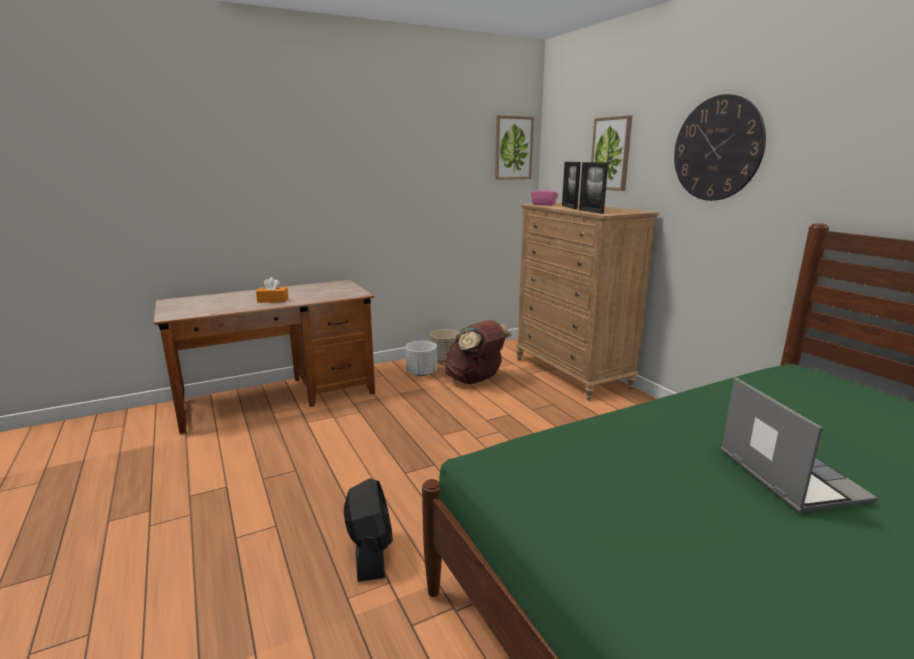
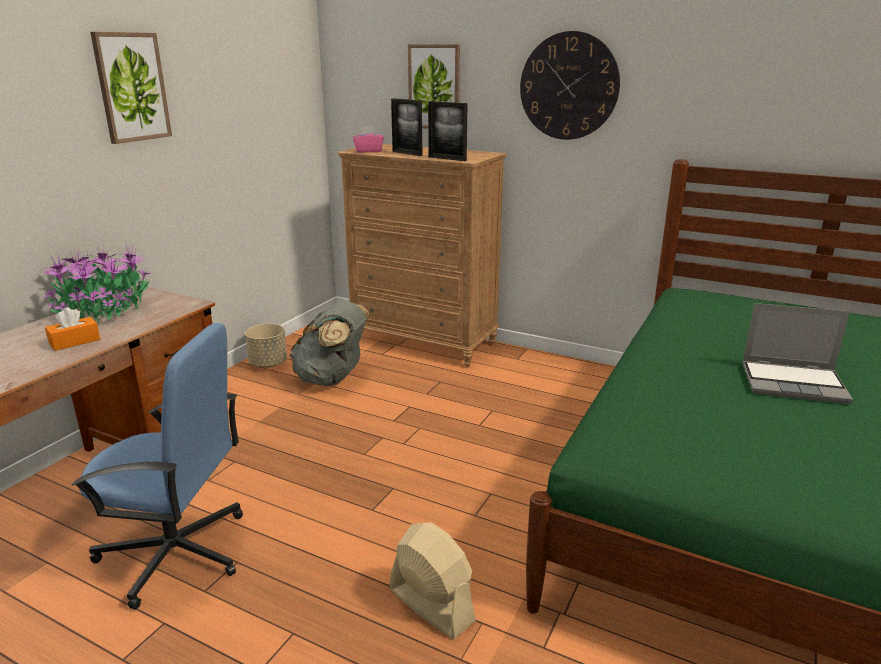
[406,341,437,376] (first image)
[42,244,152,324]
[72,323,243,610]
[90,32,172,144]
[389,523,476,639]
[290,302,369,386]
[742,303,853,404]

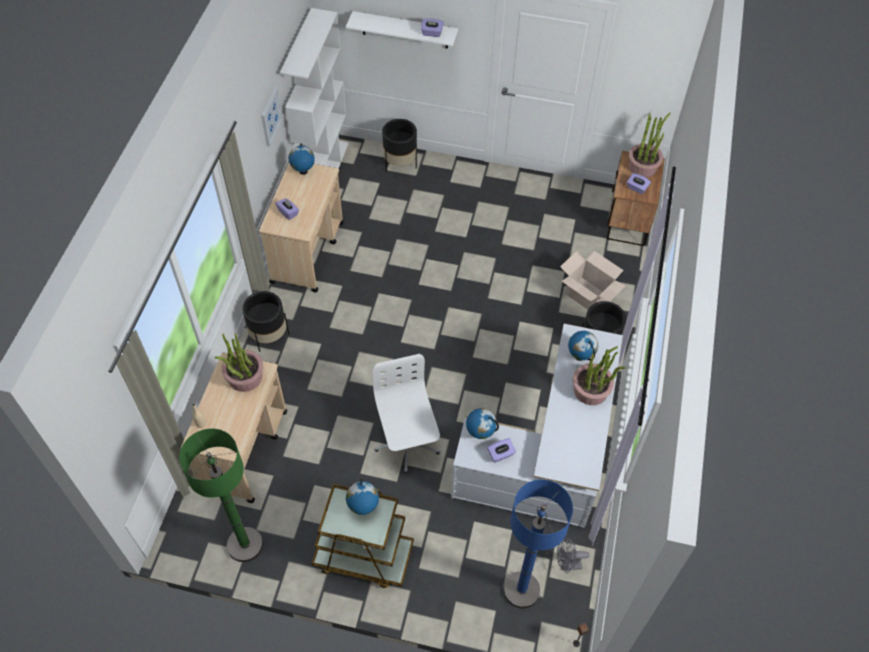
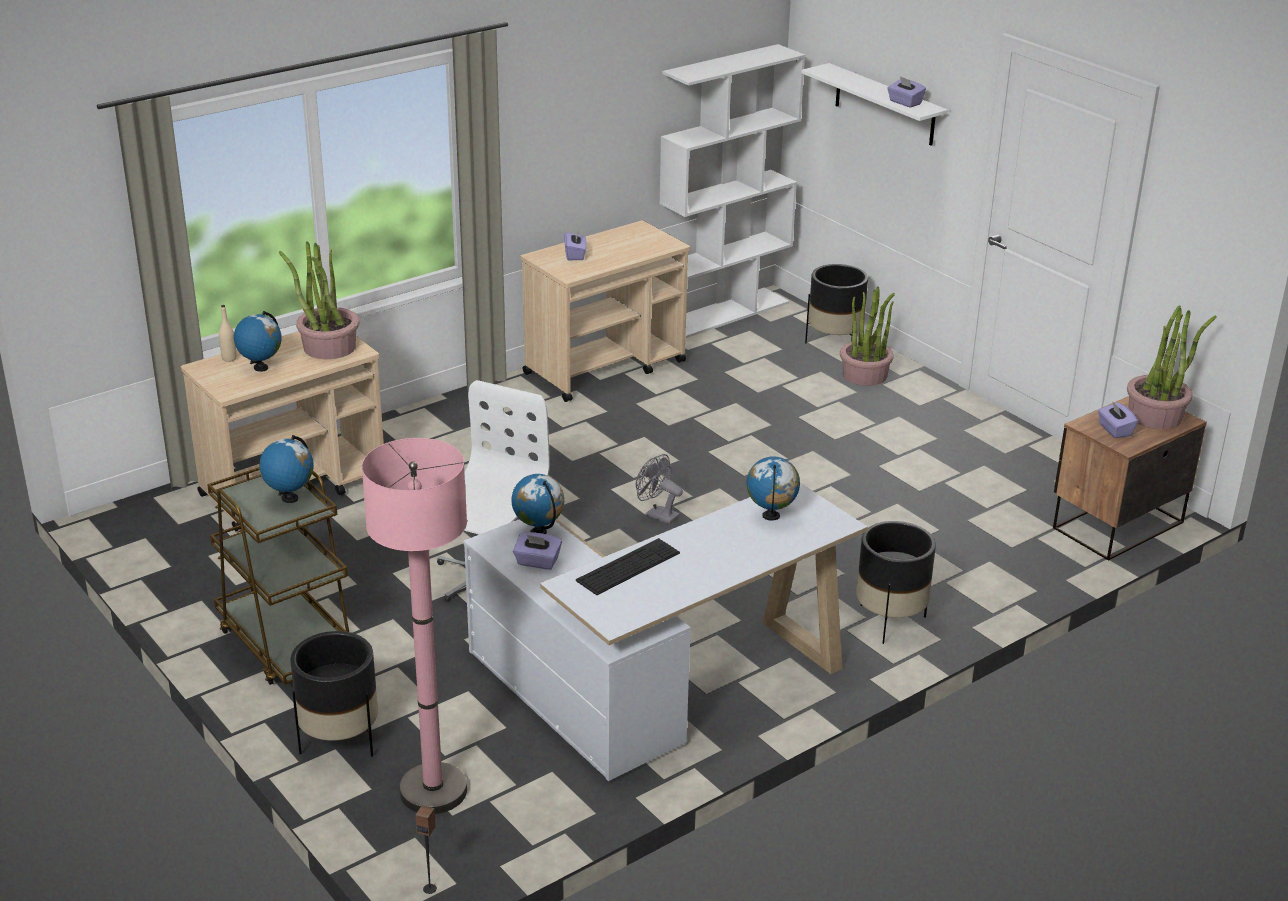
[179,429,263,562] (first image)
[261,87,283,146] (first image)
[560,251,625,309] (first image)
[576,538,680,595]
[290,631,378,757]
[234,311,282,372]
[636,454,683,525]
[840,287,895,386]
[362,438,467,814]

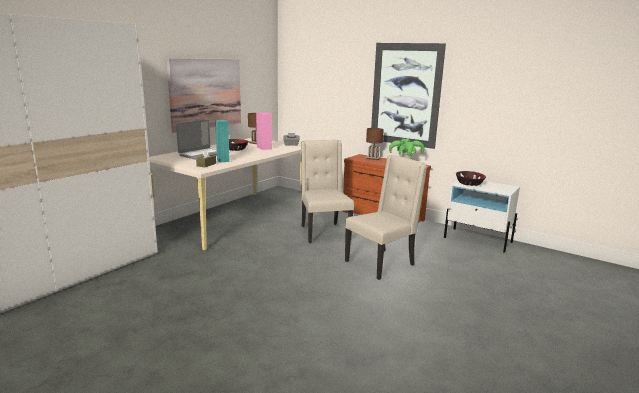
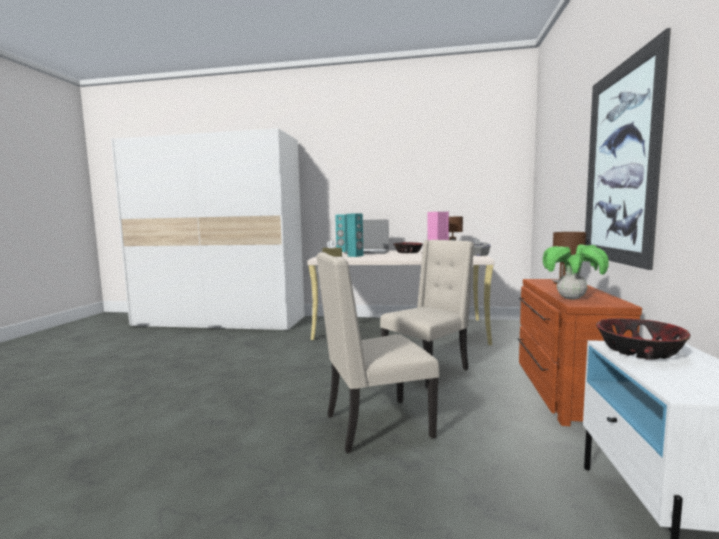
[167,58,241,133] (first image)
[335,214,348,252]
[316,252,439,453]

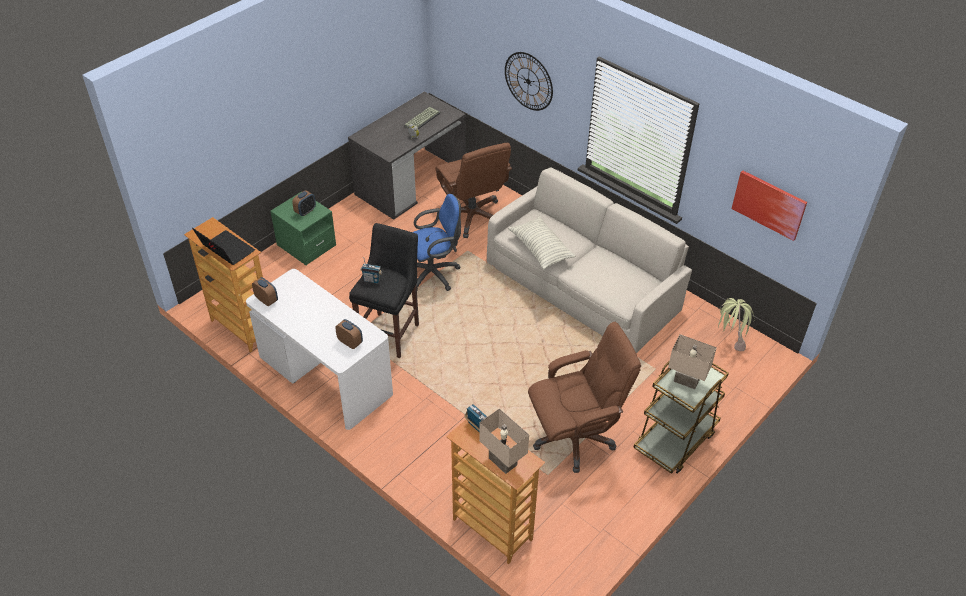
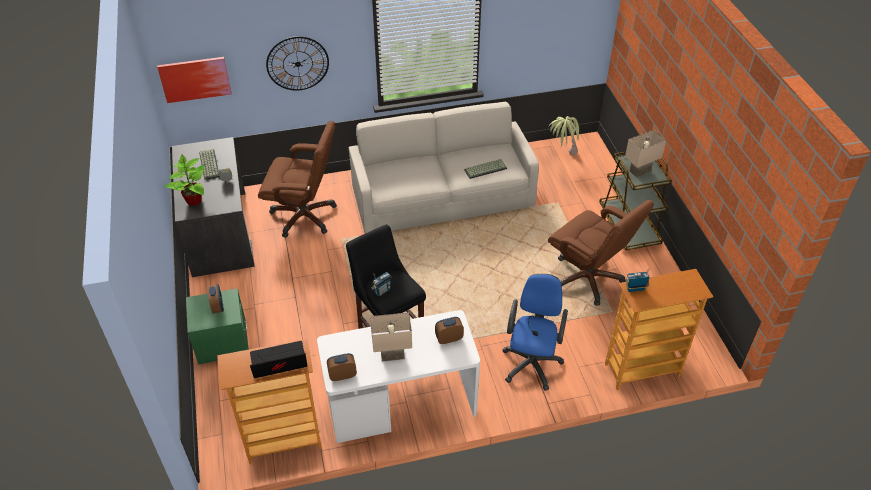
[509,216,576,270] (first image)
[164,154,205,206]
[464,159,507,179]
[503,274,568,391]
[370,312,412,362]
[157,57,232,103]
[548,200,654,306]

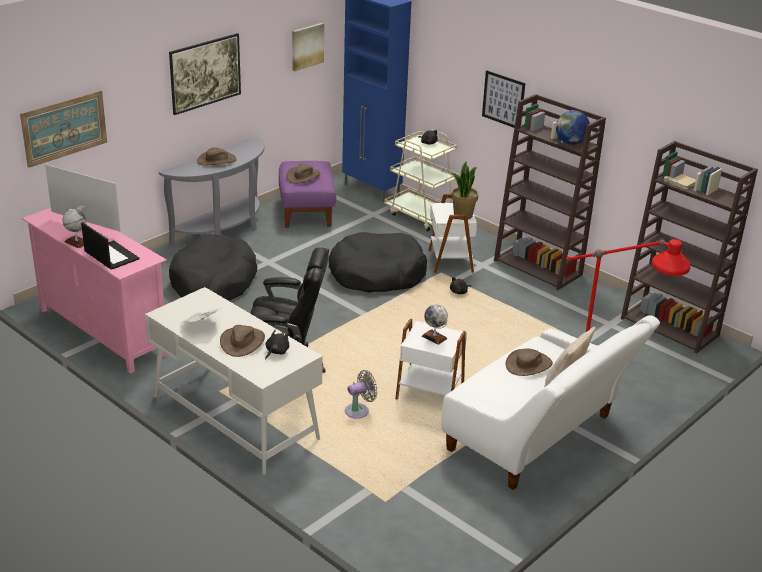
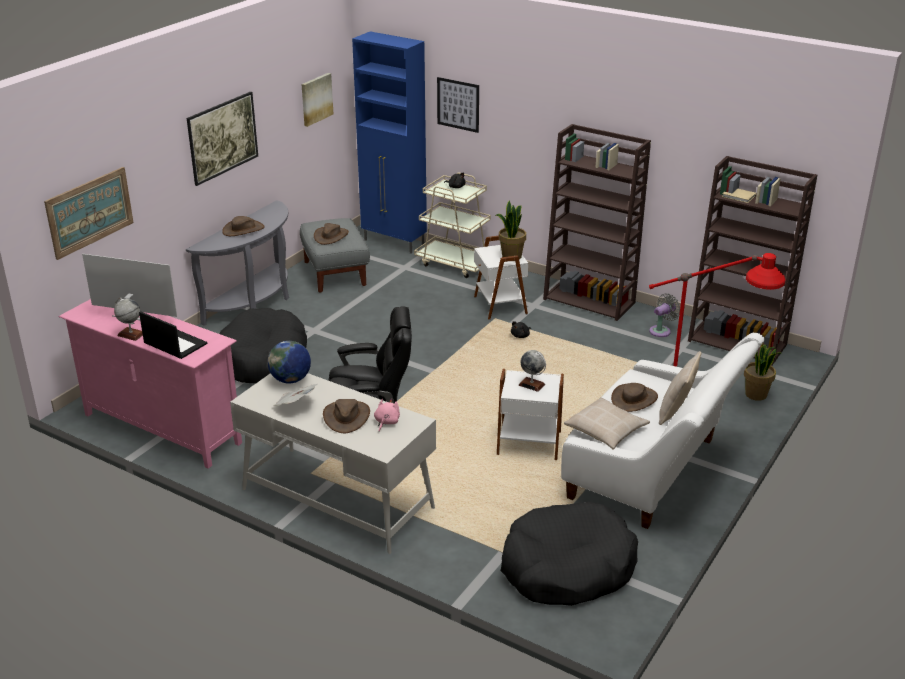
[564,397,650,449]
[744,344,781,401]
[501,502,638,606]
[649,294,680,337]
[437,77,479,133]
[267,341,311,383]
[374,398,400,432]
[300,218,370,293]

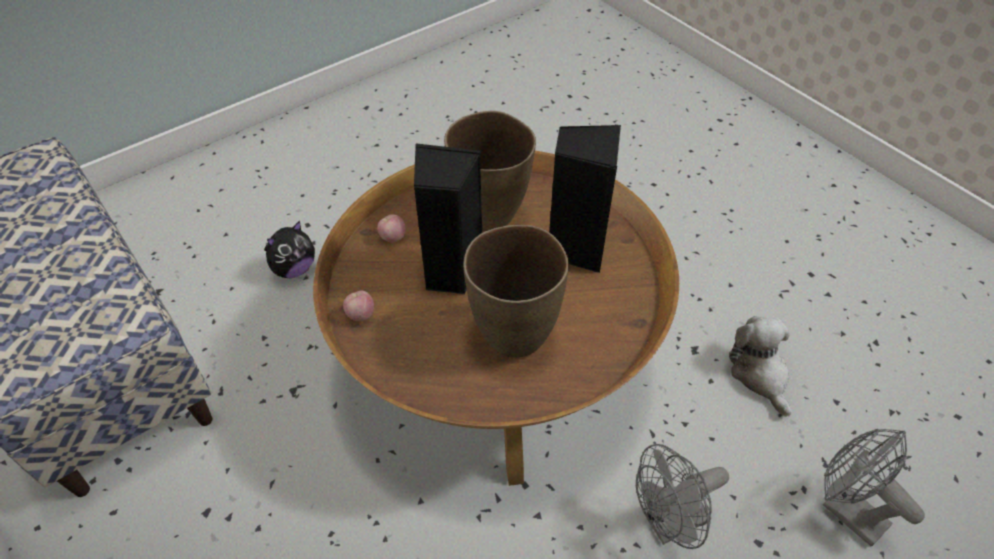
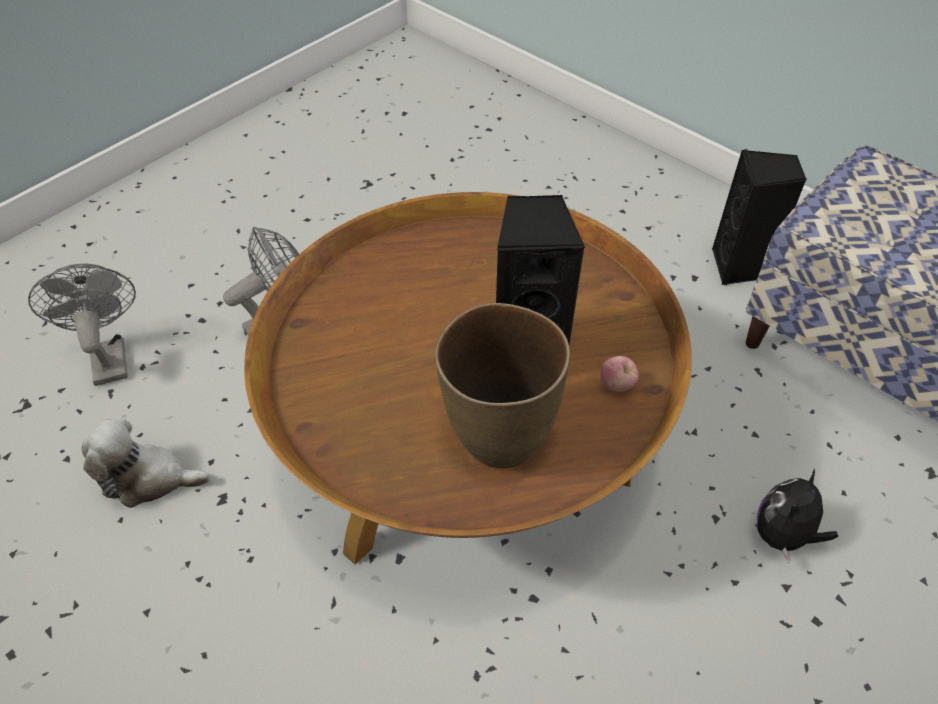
[343,290,374,321] (first image)
[463,225,569,358] (first image)
[712,149,807,285]
[82,419,210,508]
[28,264,136,386]

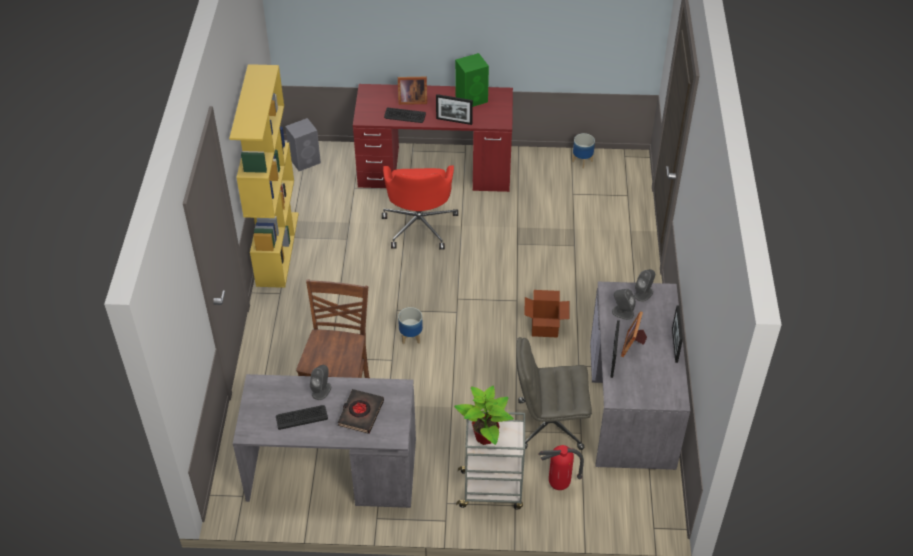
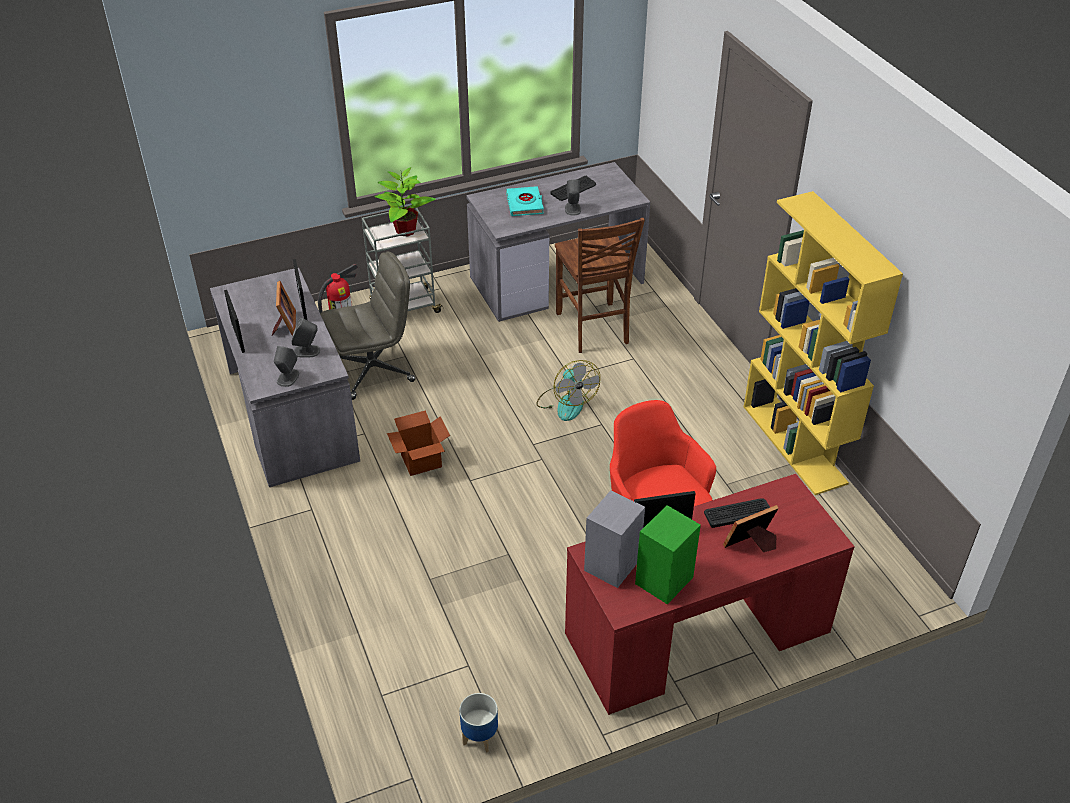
[584,490,645,588]
[536,360,600,421]
[506,186,544,216]

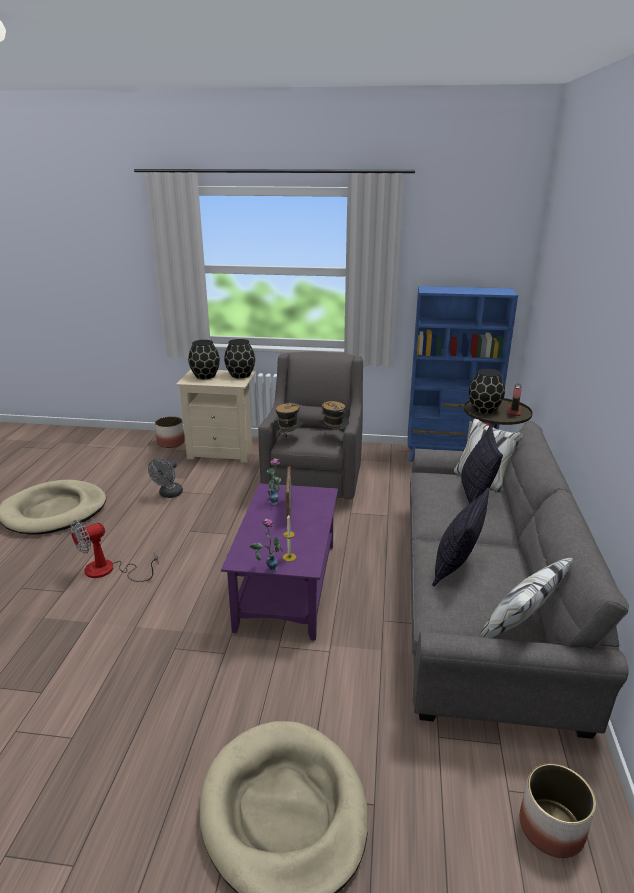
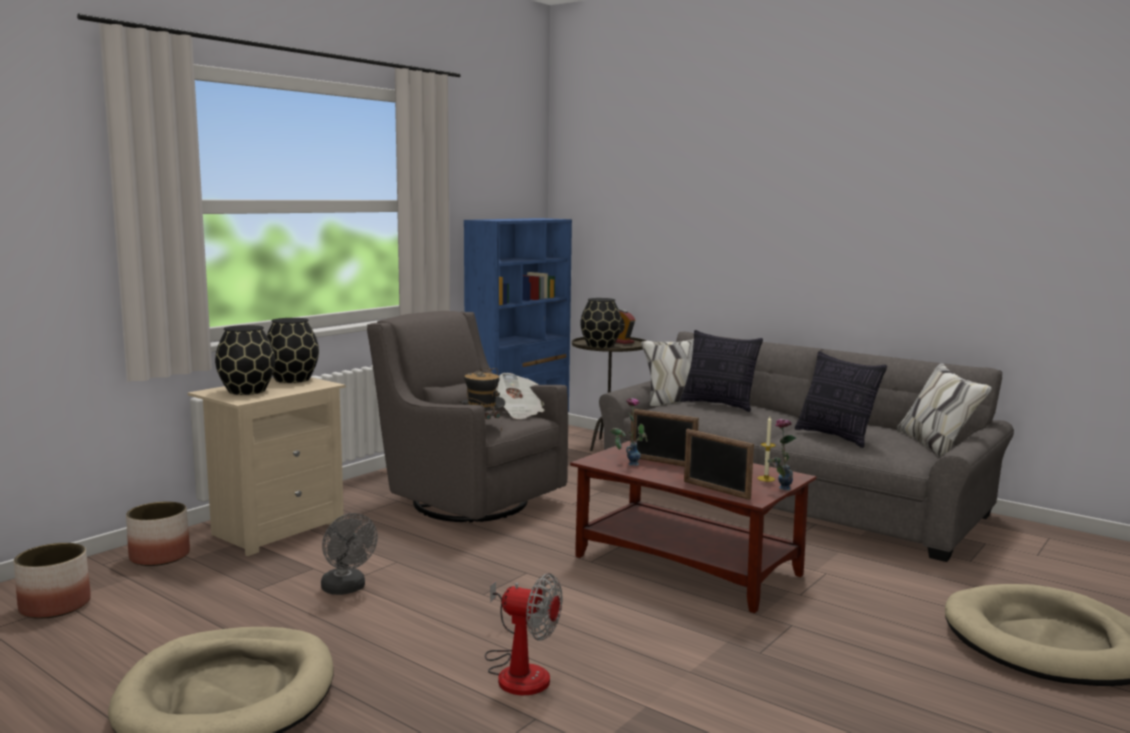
[684,429,754,500]
[14,543,91,619]
[496,373,545,419]
[570,440,817,613]
[485,573,562,695]

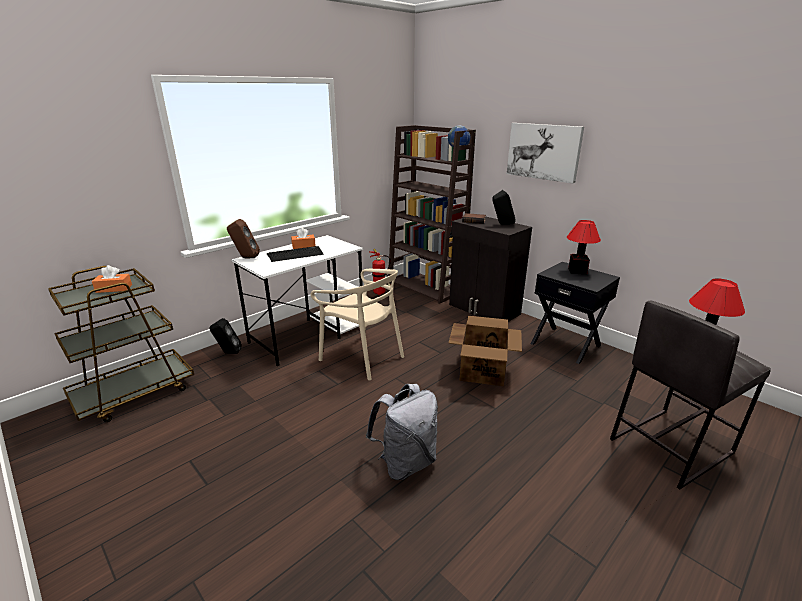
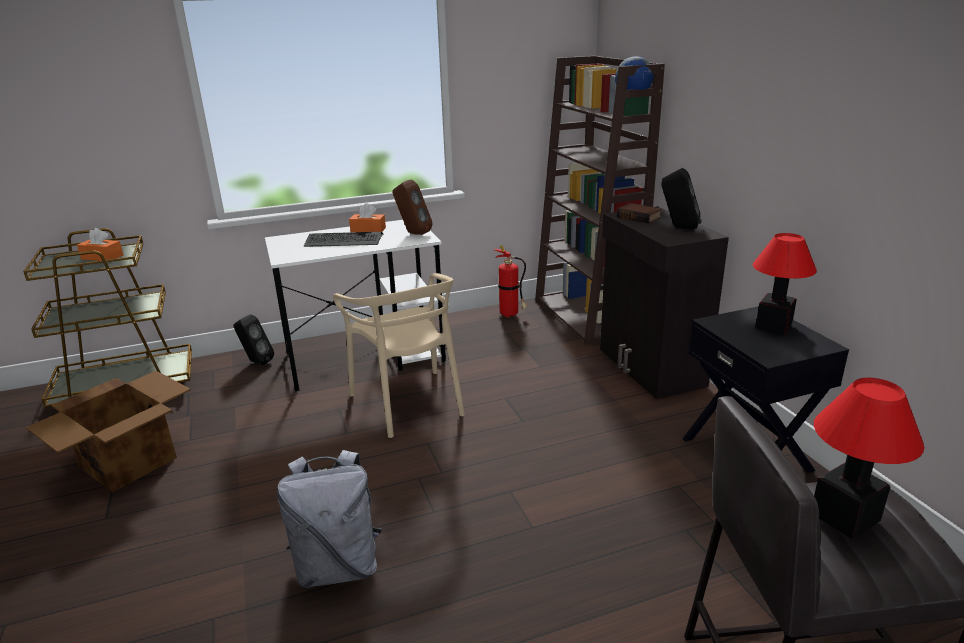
[507,123,584,184] (first image)
[393,180,433,235]
[26,371,191,493]

